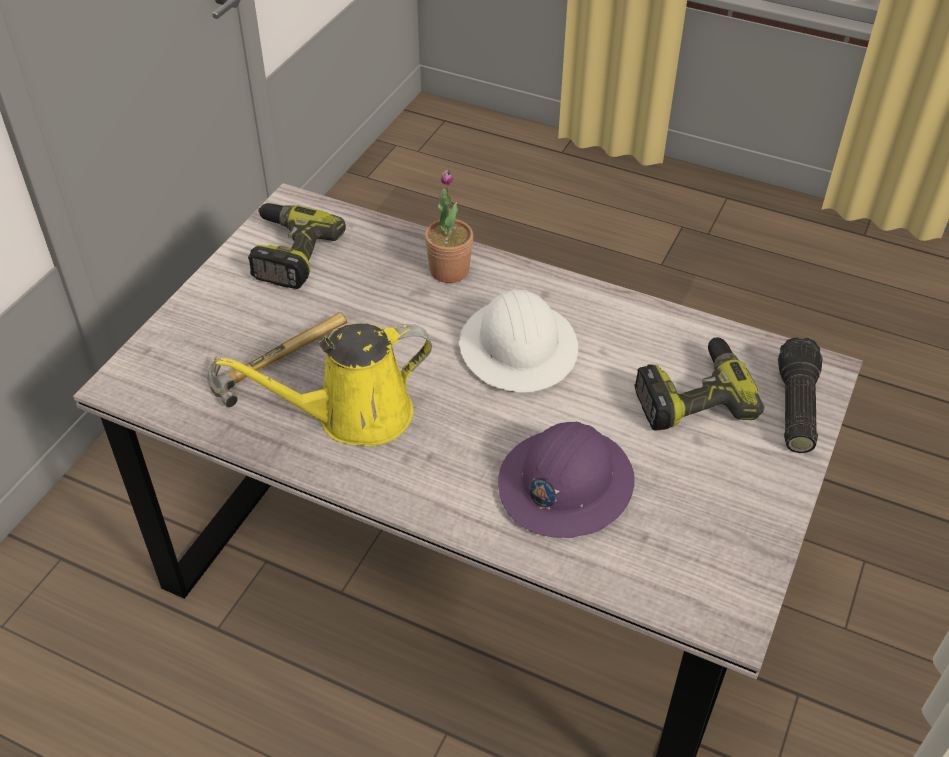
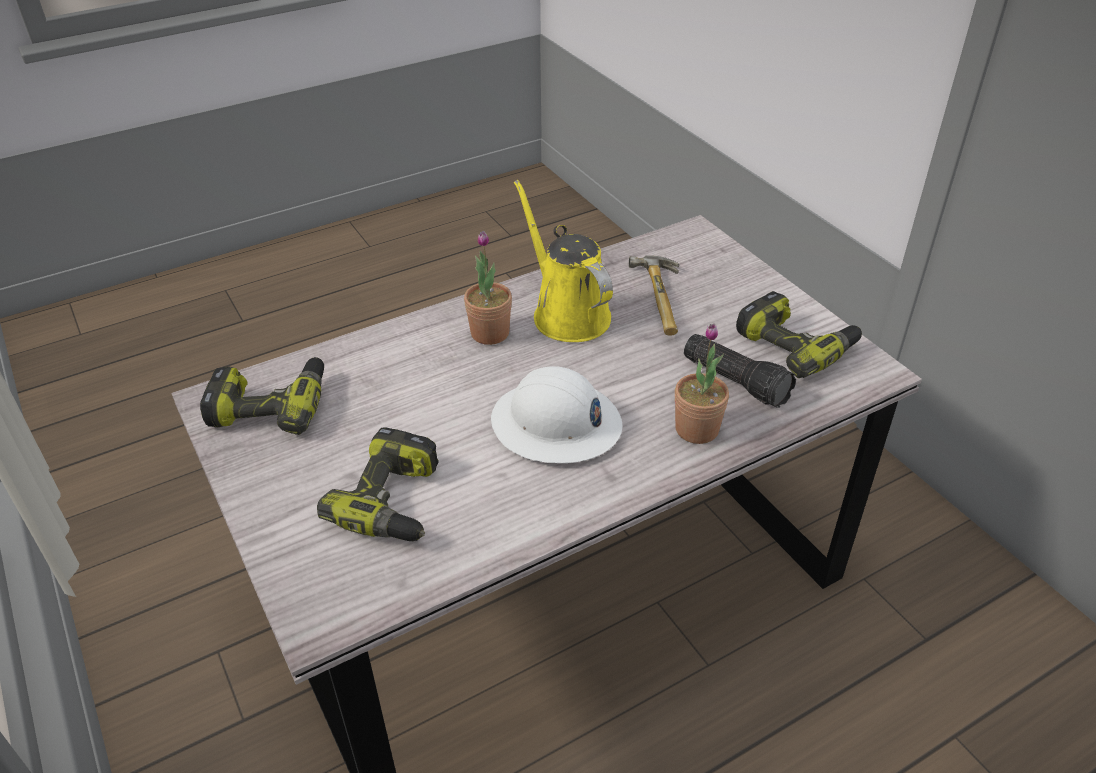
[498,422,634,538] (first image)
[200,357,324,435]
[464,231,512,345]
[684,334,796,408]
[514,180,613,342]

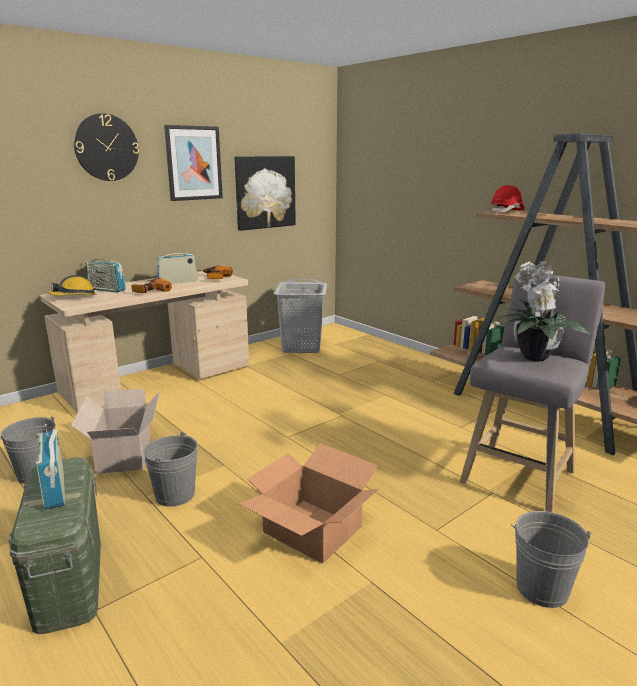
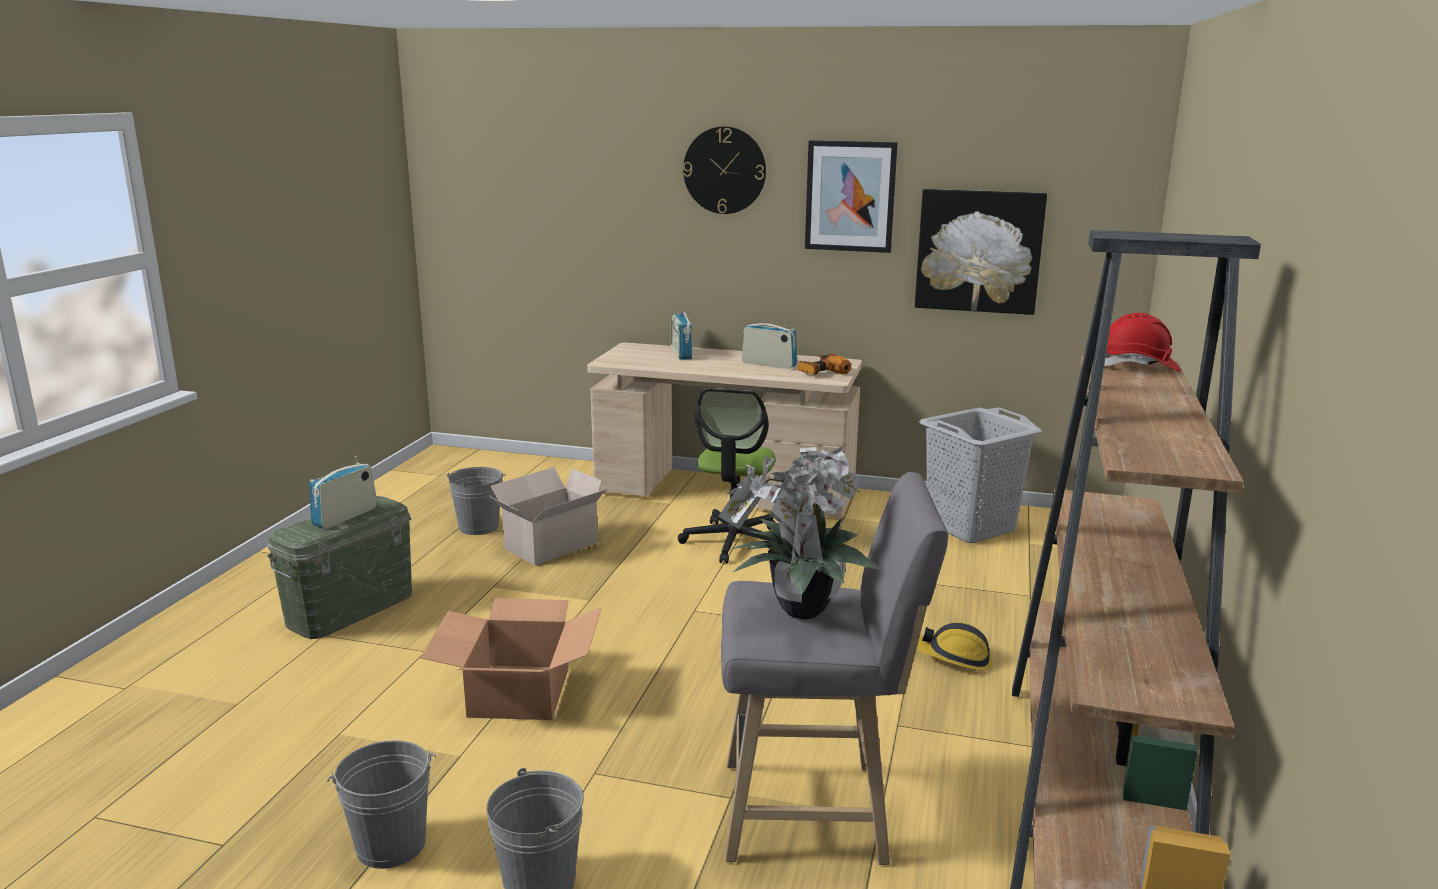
[131,278,172,293] (first image)
[678,388,778,564]
[917,622,992,671]
[327,740,436,869]

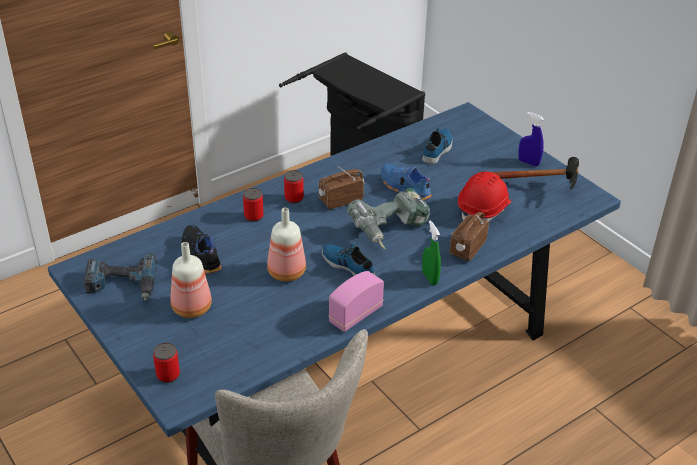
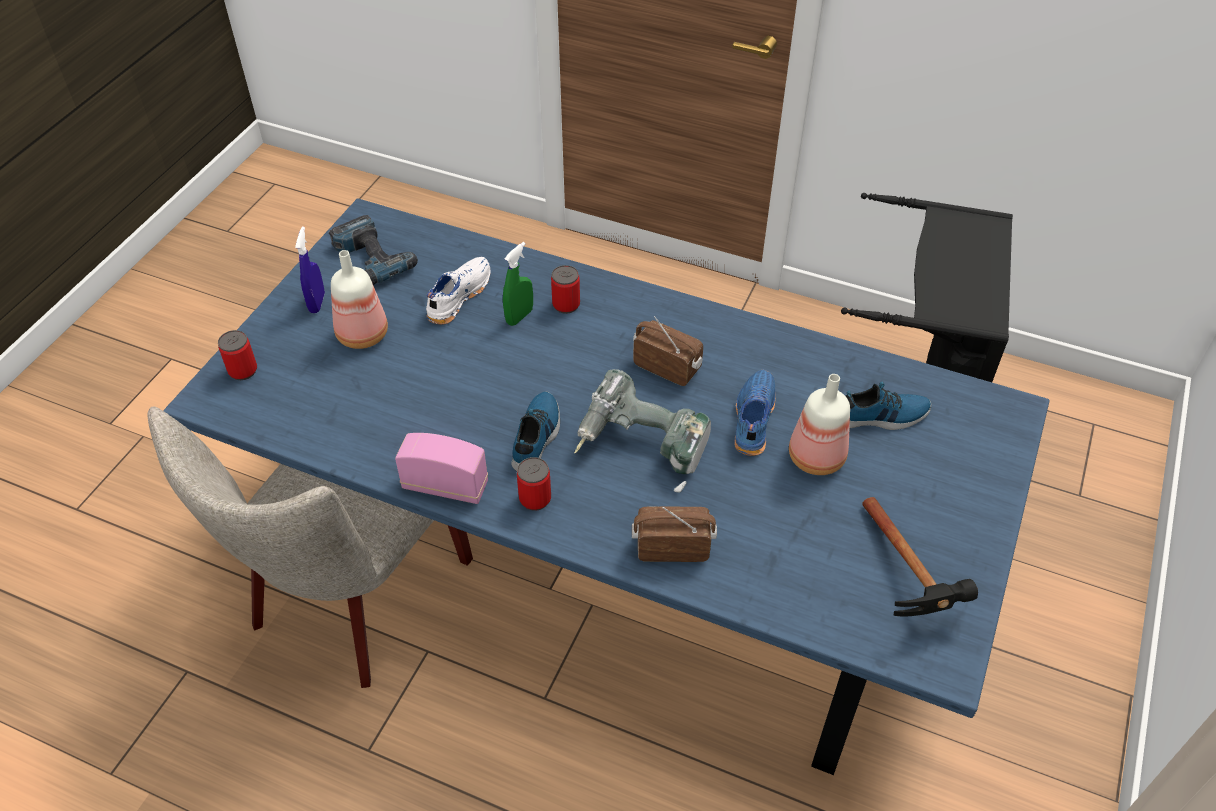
[458,171,511,221] (first image)
[789,374,850,475]
[517,457,551,511]
[503,242,533,326]
[295,227,325,313]
[426,257,491,325]

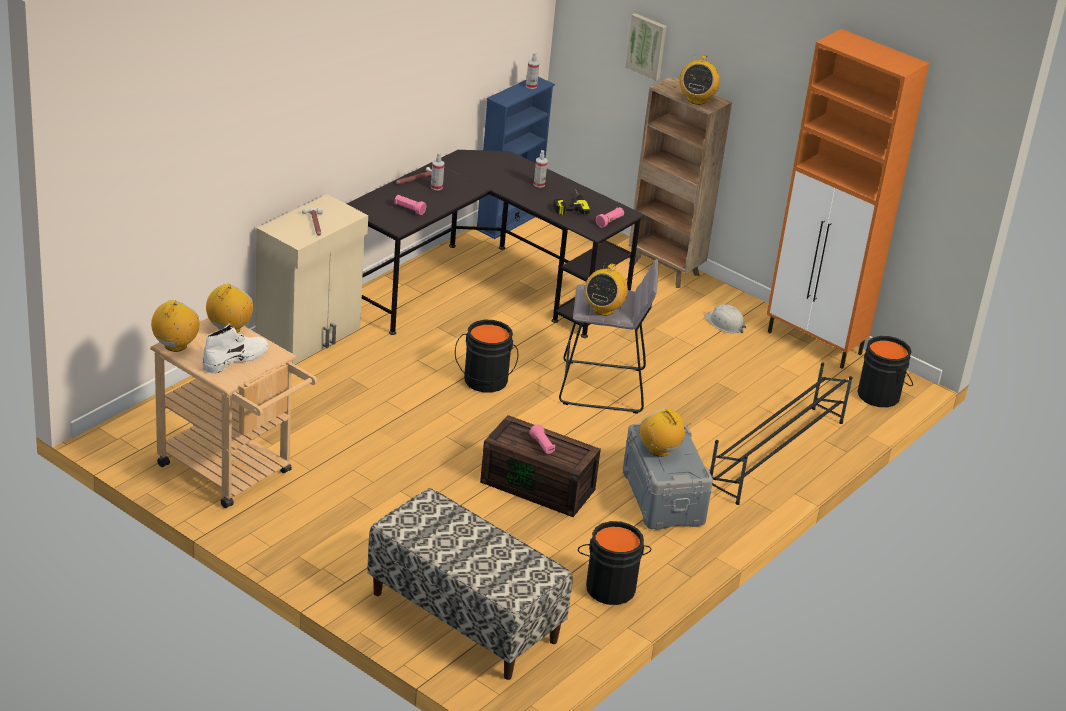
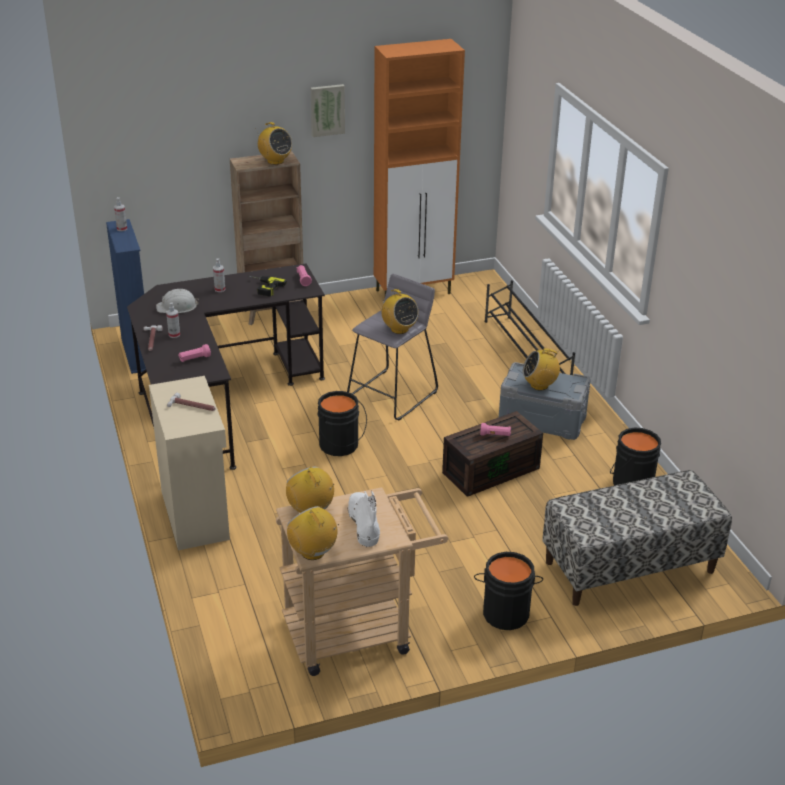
[311,84,345,137]
[156,289,199,313]
[474,552,543,630]

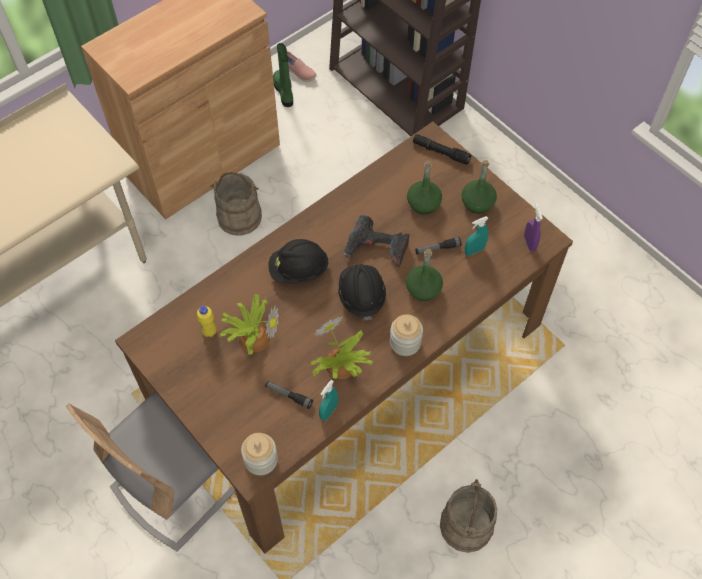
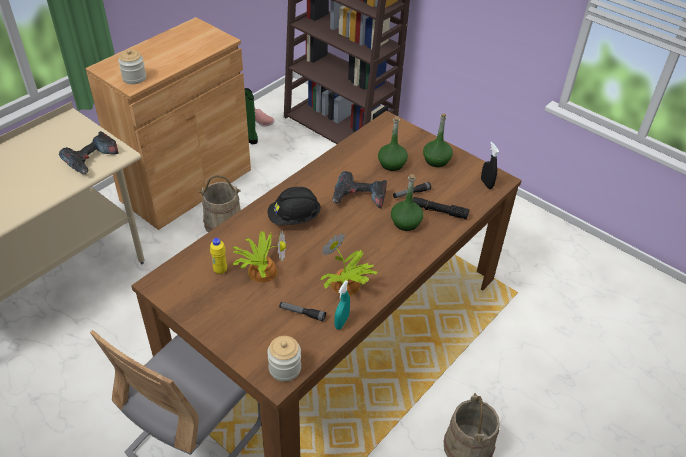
[339,264,386,321] (first image)
[465,216,488,256] (first image)
[59,131,119,174]
[118,49,146,84]
[413,197,469,219]
[481,142,499,189]

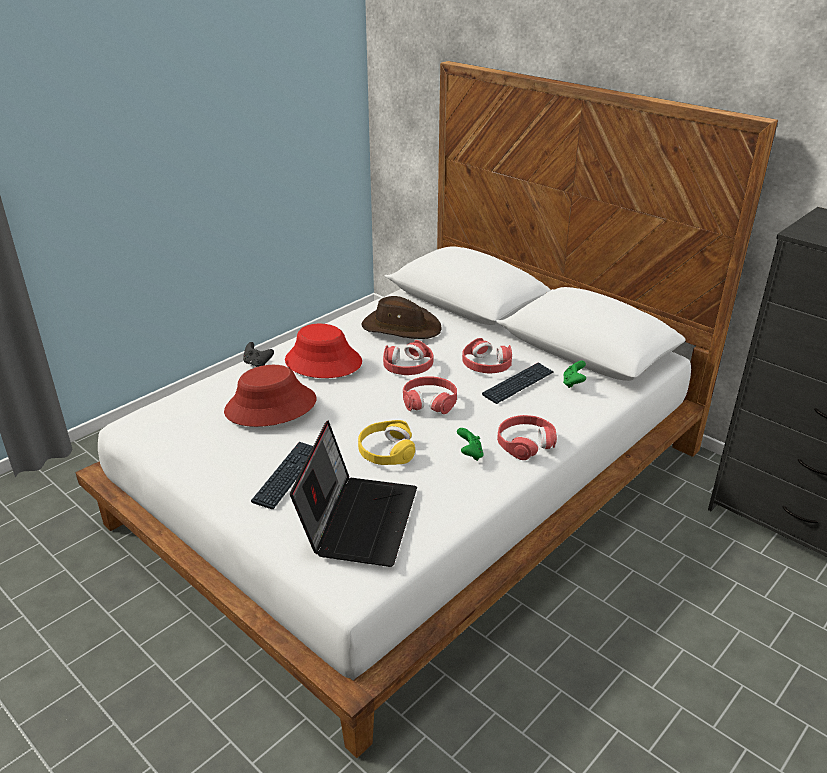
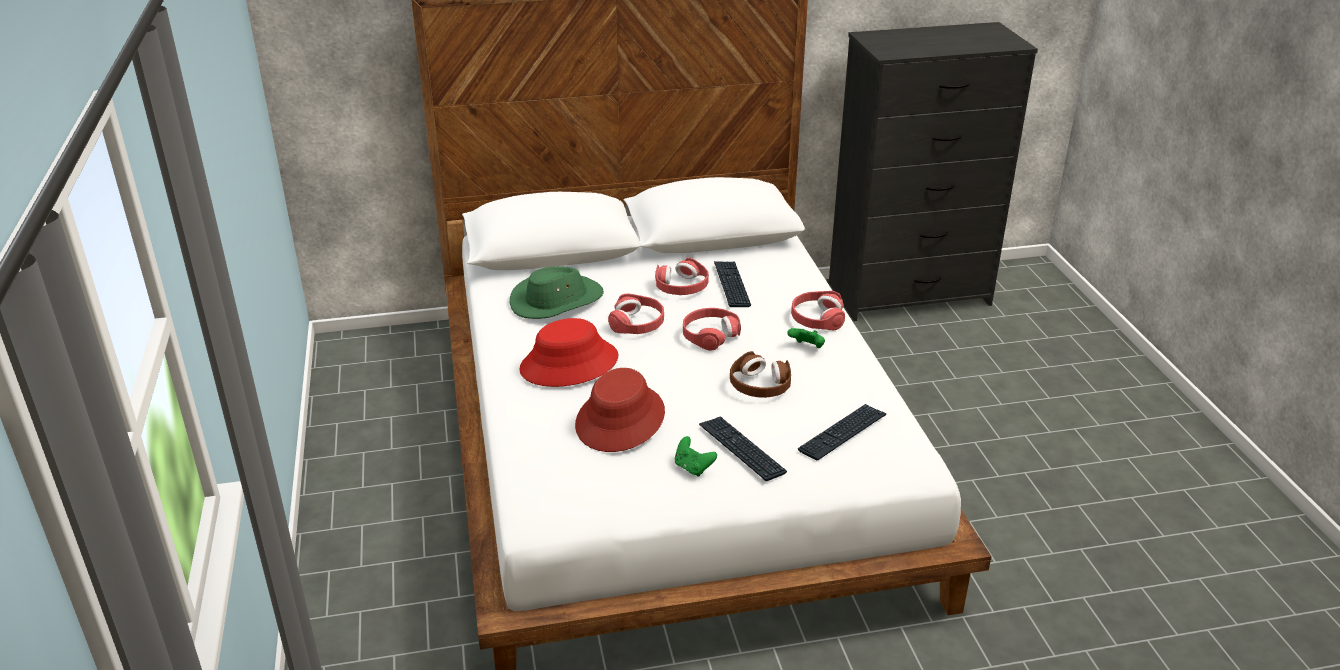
[243,342,274,367] (first image)
[675,436,717,477]
[798,404,886,460]
[730,351,791,398]
[510,266,604,319]

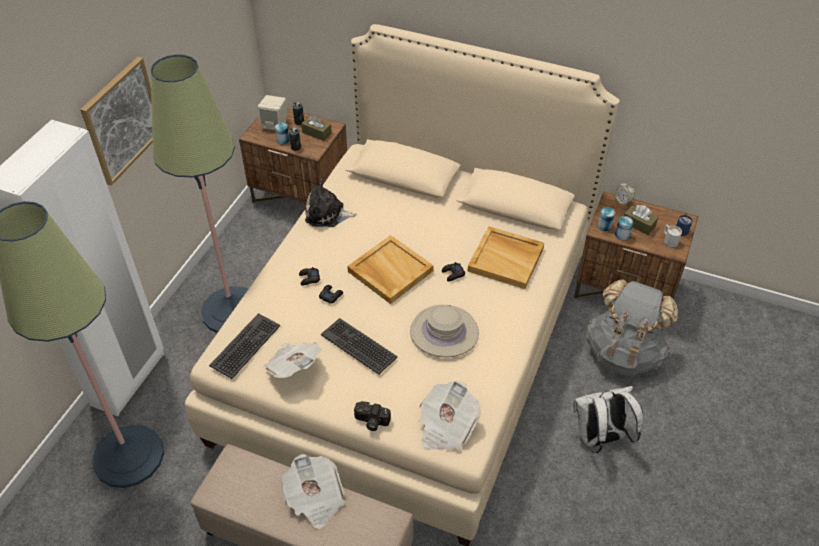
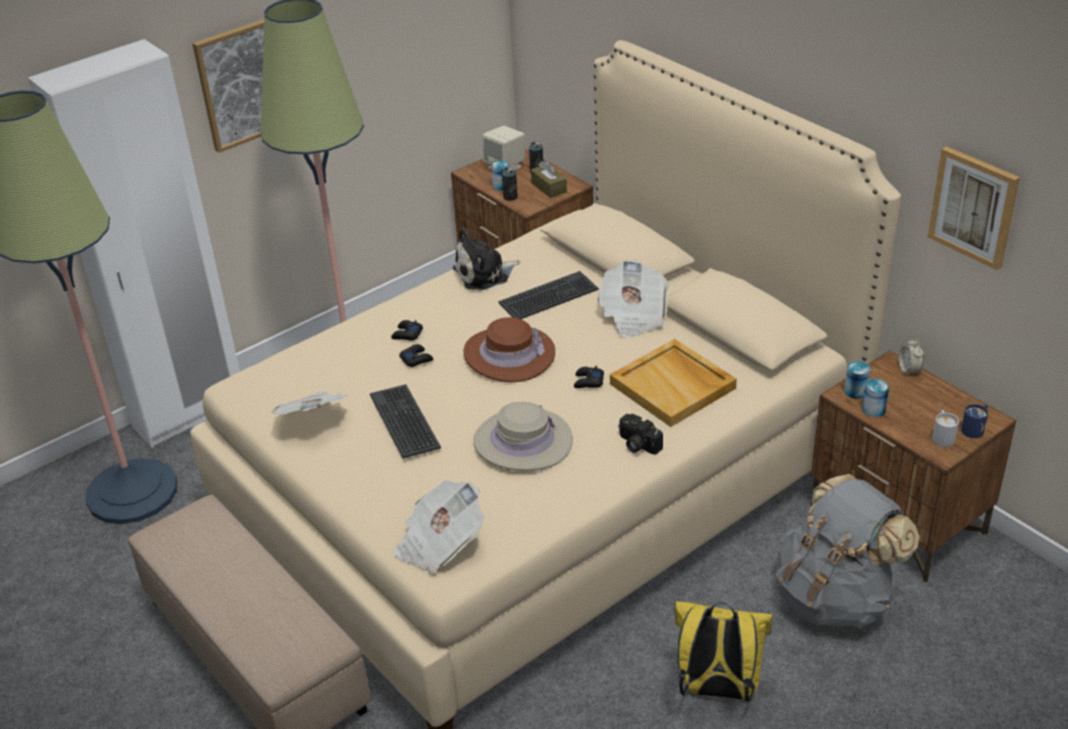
[624,205,658,235] (first image)
[928,146,1020,270]
[498,271,599,319]
[597,259,669,339]
[618,414,663,455]
[464,317,555,382]
[674,601,773,701]
[453,228,520,290]

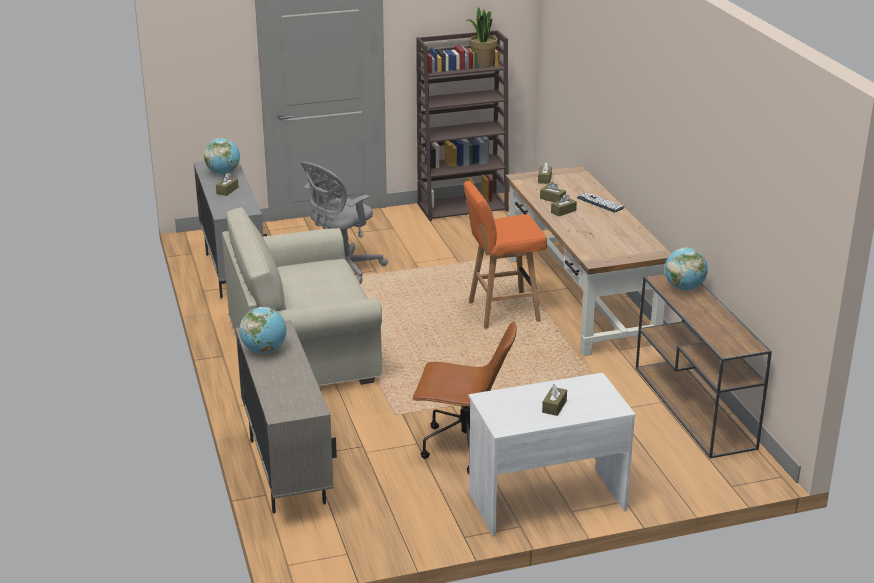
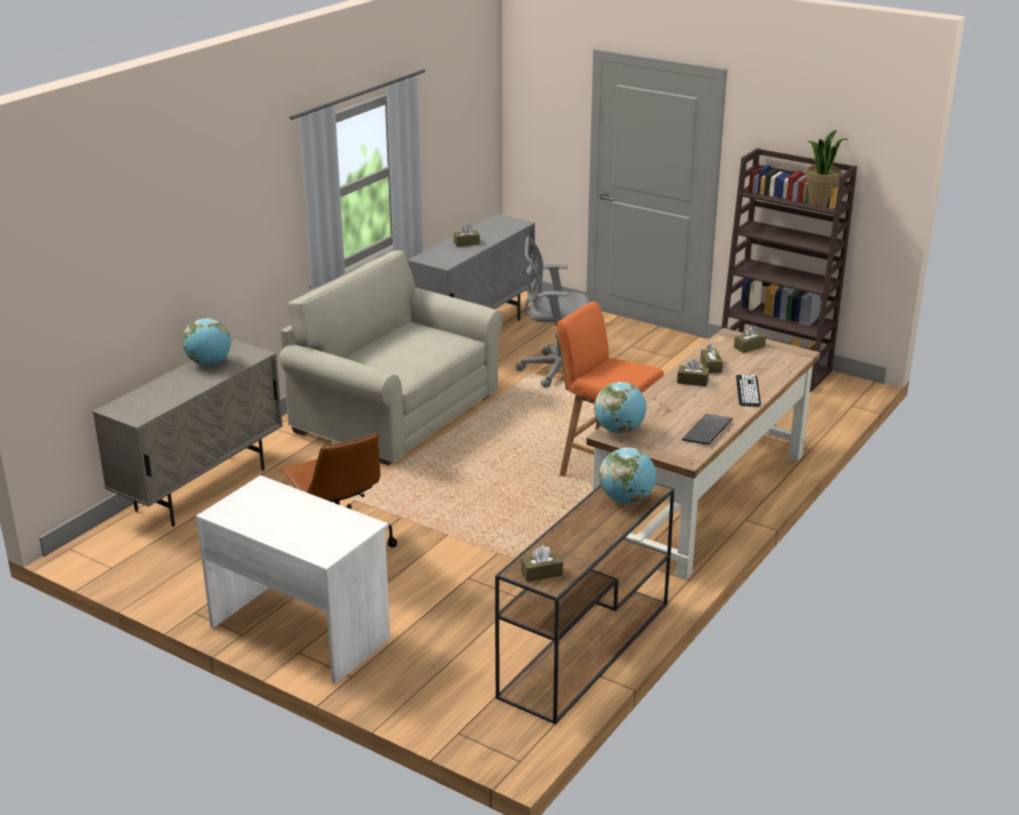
[682,414,733,445]
[594,382,646,434]
[521,545,563,582]

